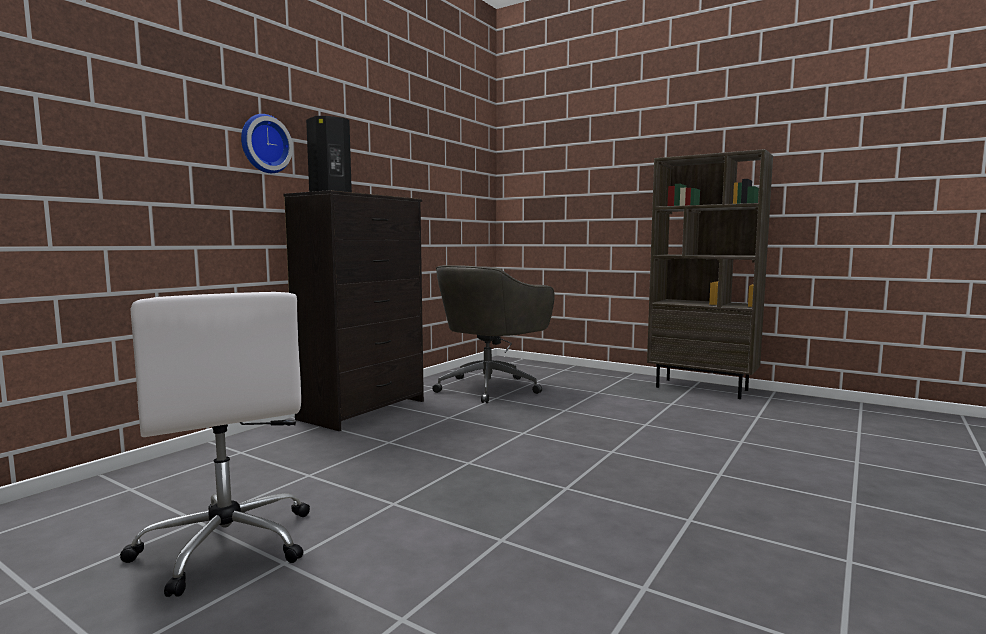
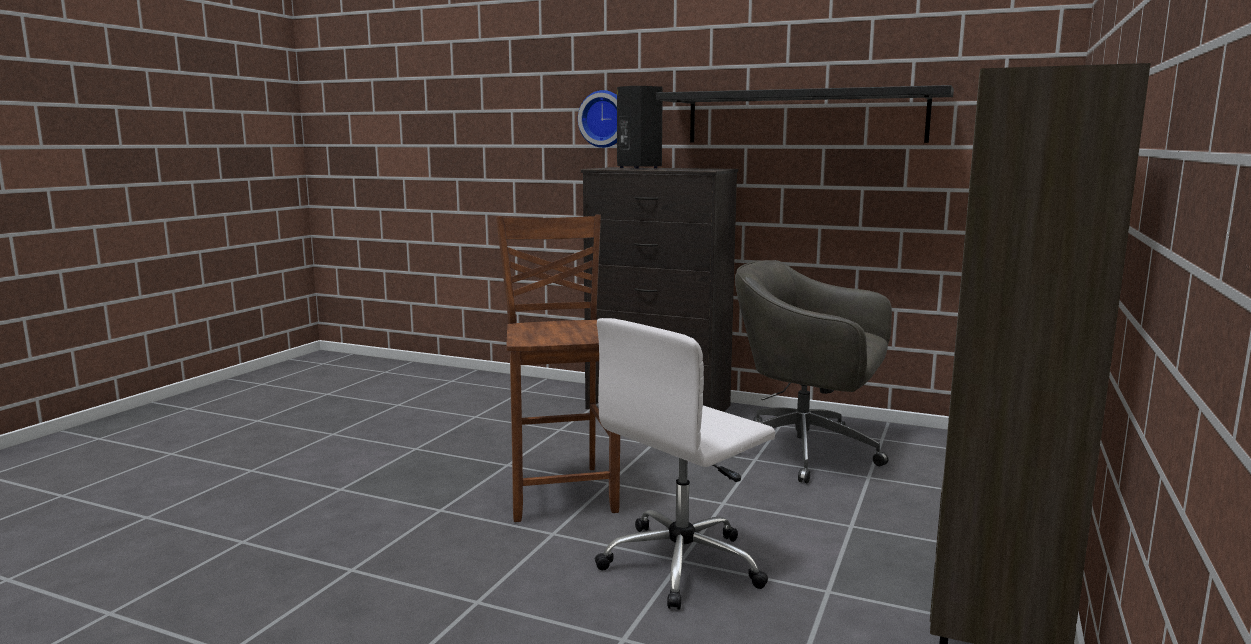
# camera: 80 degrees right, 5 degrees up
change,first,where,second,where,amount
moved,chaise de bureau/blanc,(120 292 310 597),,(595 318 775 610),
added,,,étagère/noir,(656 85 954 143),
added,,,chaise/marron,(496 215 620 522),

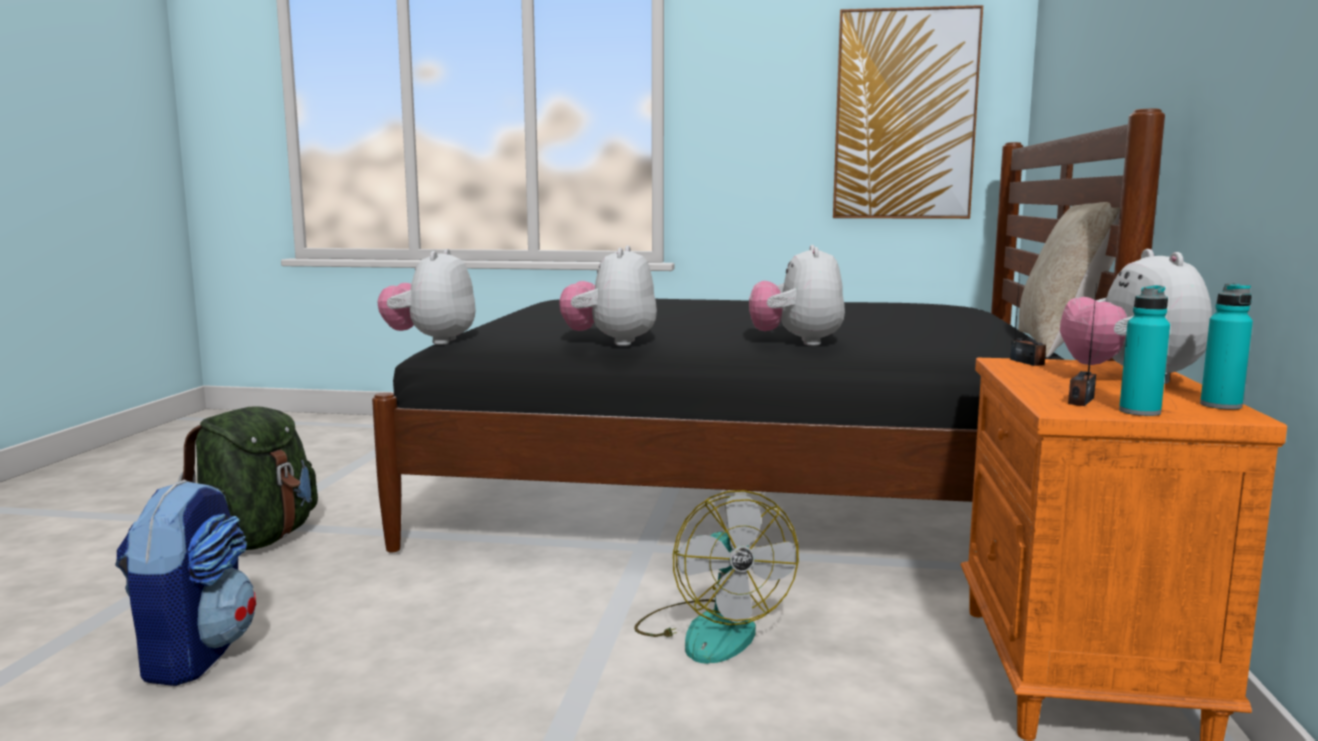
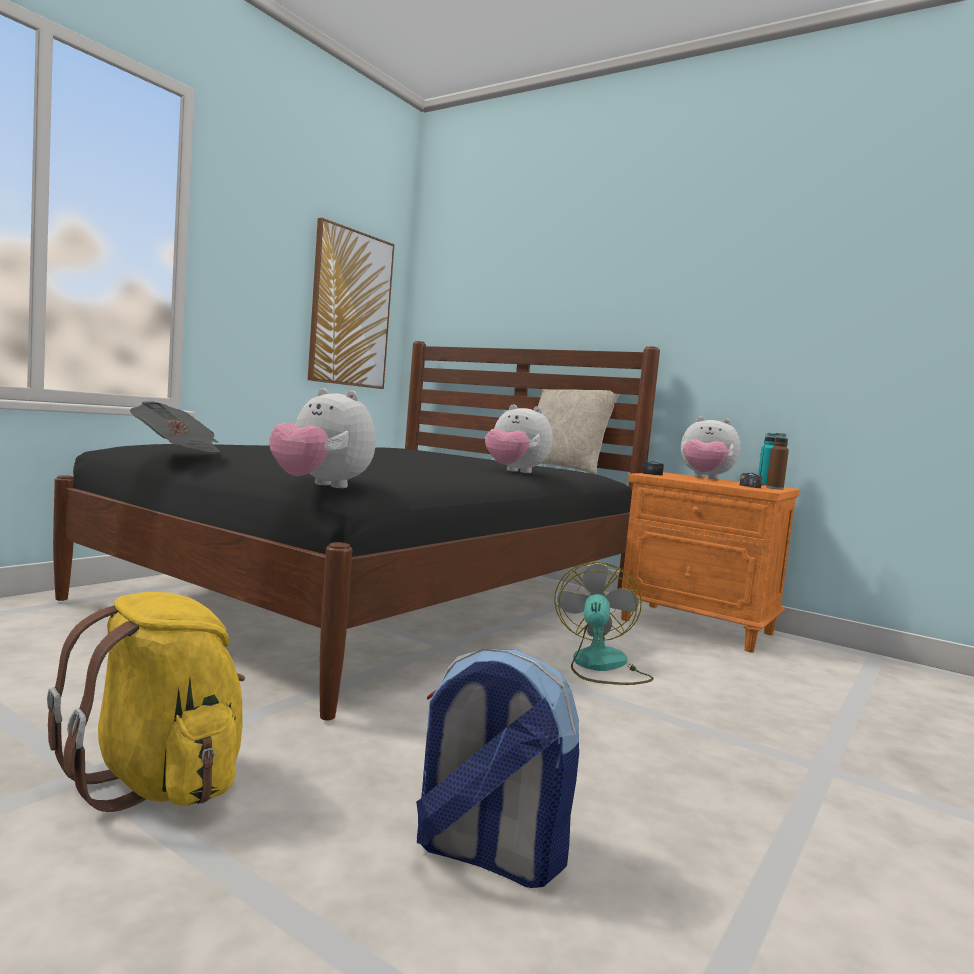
# camera: 65 degrees left, 5 degrees down
change,first,where,second,where,amount
removed,peluche,(559 246 657 346),,,
recoloured,bouteille/turquoise,(1119 285 1170 416),bouteille/marron,(766 433 789 490),
recoloured,sac à dos/vert,(178 406 318 550),sac à dos/jaune,(47 592 245 812),
turned,ventilateur,(634 490 799 664),,(554 562 654 685),90 degrees counterclockwise
added,,,journal,(130 401 220 452),

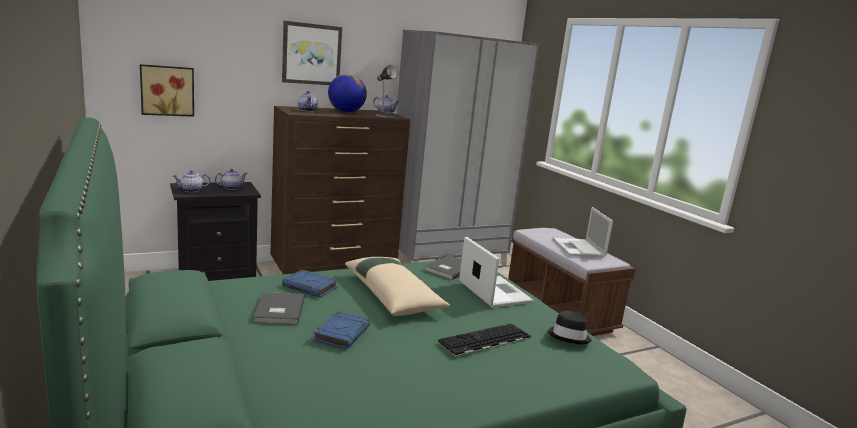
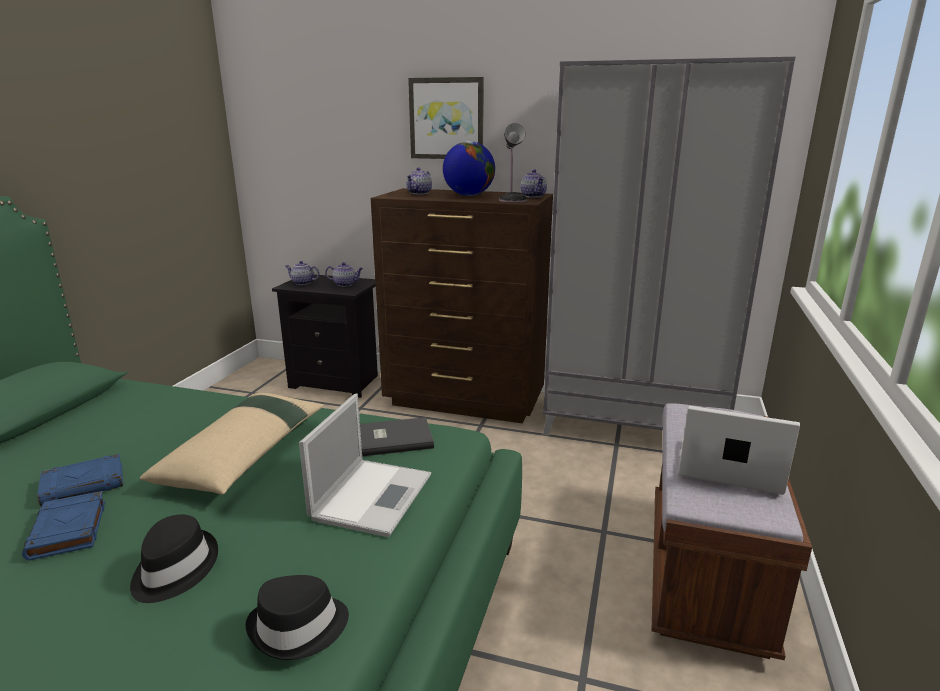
# camera: 45 degrees right, 5 degrees up
change,first,where,second,where,amount
removed,tableau,(140 64 194 117),,,
turned,ordinateur portable,(553 207 613 257),,(678 406 800 495),75 degrees clockwise
moved,livre/bleu,(282 270 338 297),,(22 491 105 561),
removed,livre/gris,(253 292 305 325),,,
replaced,clavier,(438 323 531 356),chapeau/noir,(130 515 218 603),

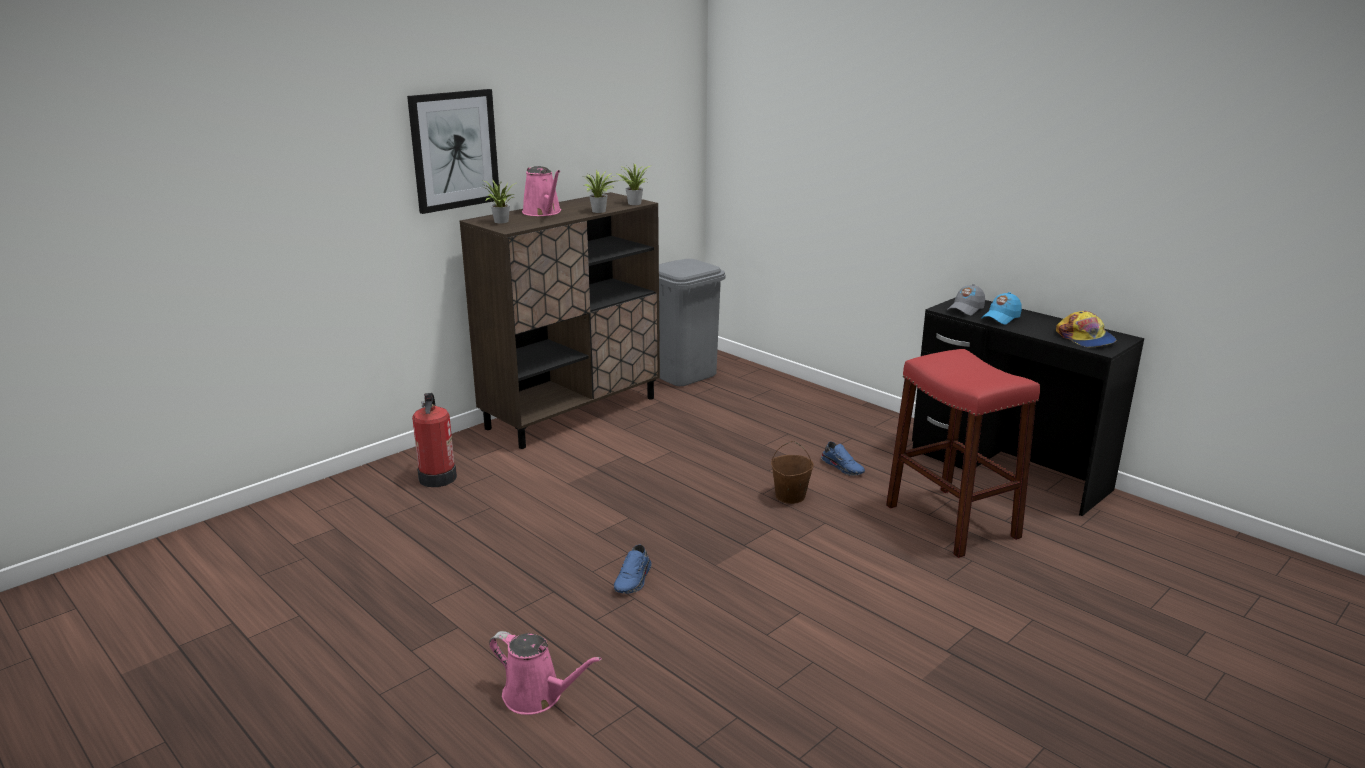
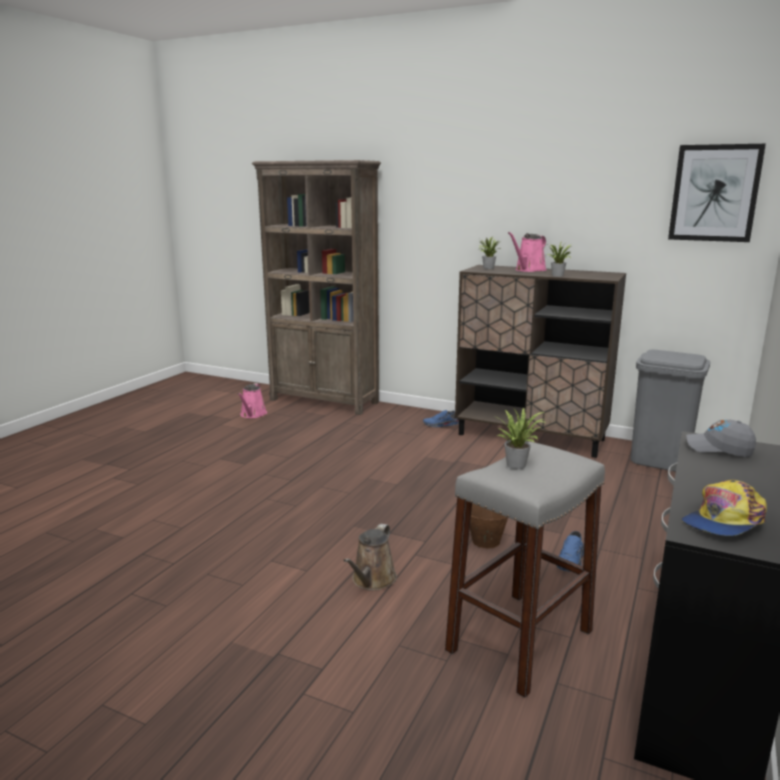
# camera: 70 degrees right, 5 degrees down
change,first,where,second,where,amount
moved,tableau,(407 89 499 214),,(668 144 766 242),
moved,plante en pot,(617 164 650 205),,(496 408 544 469),
removed,casquette/bleu,(981 292 1022 325),,,
recoloured,tabouret/rouge,(886 349 1040 558),tabouret/gris,(445 441 605 698),
removed,extincteur,(412 393 457 487),,,
moved,chaussure/bleu,(614 544 652 594),,(423 410 459 427),
moved,arrosoir/rose,(489 631 602 715),,(237 383 267 418),
added,,,bibliothèque/marron,(252 160 381 415),
added,,,arrosoir/marron,(343 524 397 591),

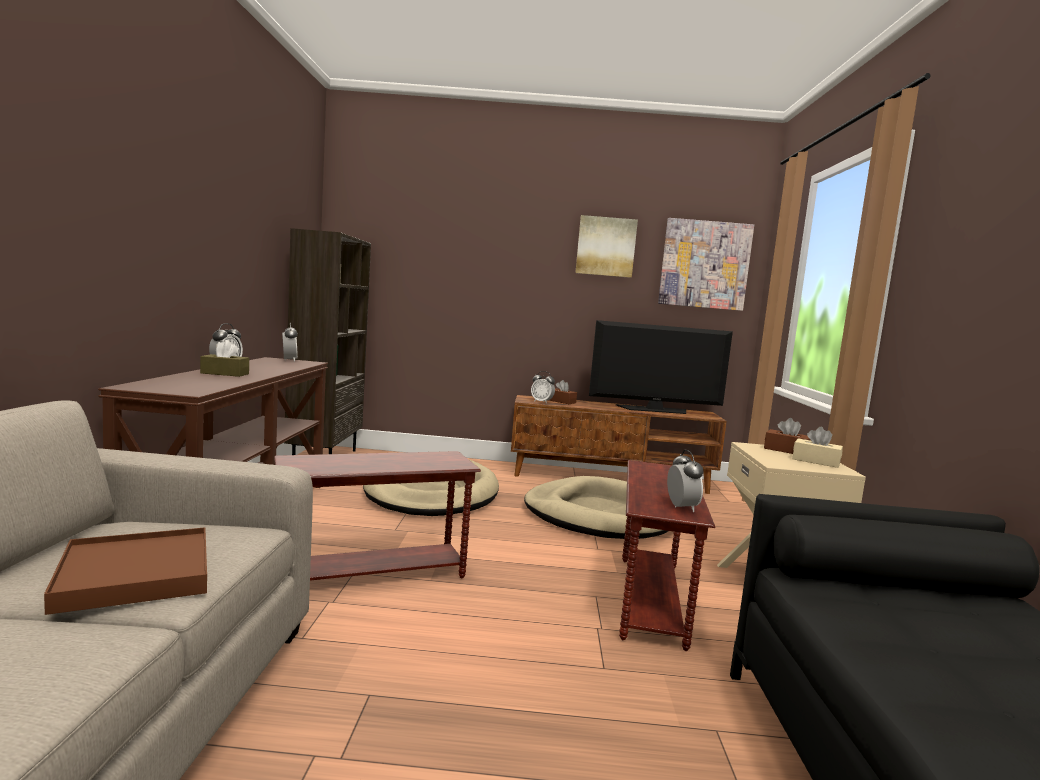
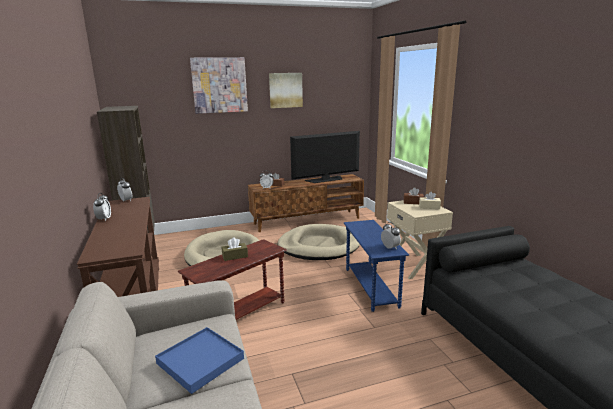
# camera: 20 degrees left, 10 degrees up
change,first,where,second,where,amount
moved,tableau,(658 218 754 311),,(190 57 248 114),
moved,boîte à mouchoirs/marron,(200 340 249 377),,(222 237 248 261),
recoloured,table d'appoint/marron,(619 460 715 651),table d'appoint/bleu,(344 220 409 312),
recoloured,plateau/marron,(44 527 207 615),plateau/bleu,(155 327 244 394),

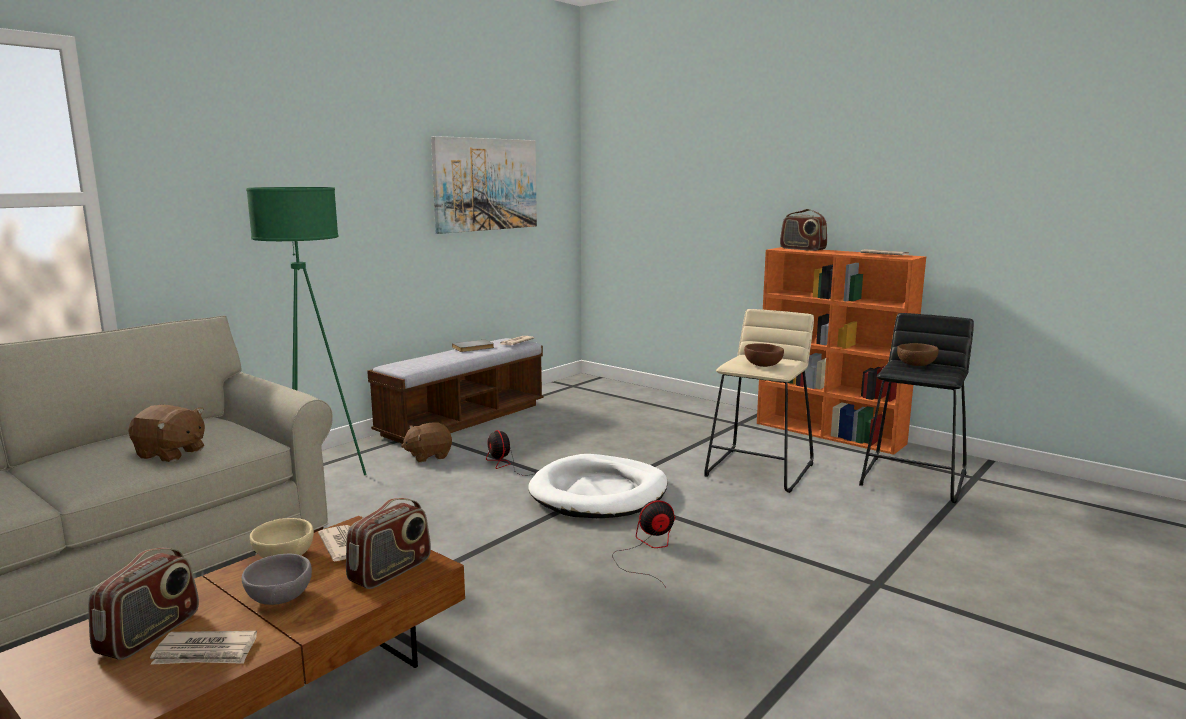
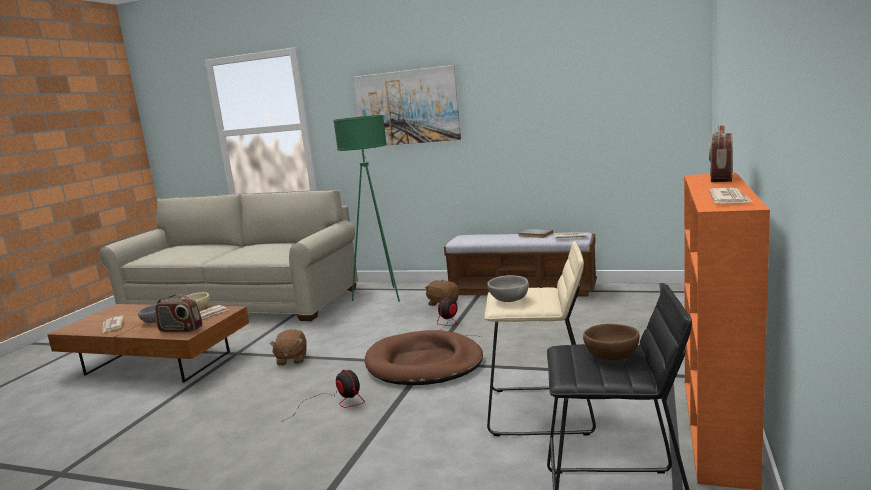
# camera: 70 degrees right, 0 degrees up
change,first,where,second,where,amount
moved,tableau,(431 136 537 234),,(353 65 461 145),
recoloured,bol/marron,(744 343 784 367),bol/gris,(487 275 529 302),
moved,peluche/marron,(128 405 205 462),,(270 329 306 366),
recoloured,panier pour chien/blanc,(528 454 668 518),panier pour chien/marron,(365 330 483 385),
removed,radio,(88 548 199 660),,,

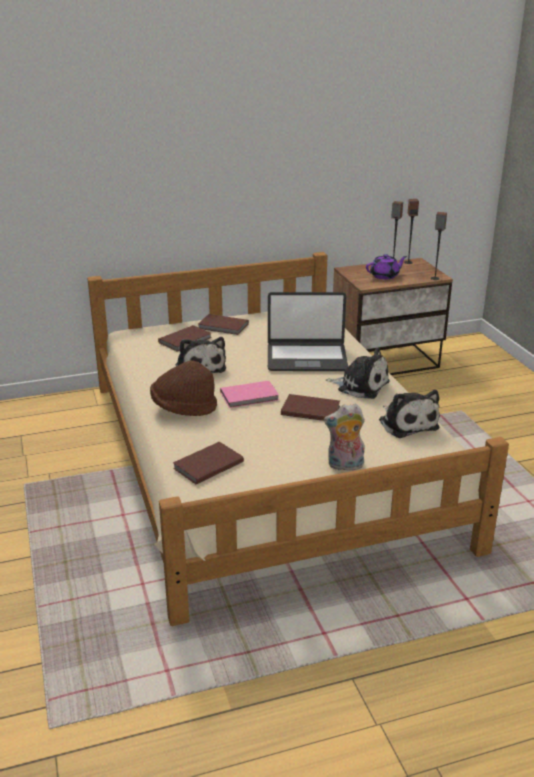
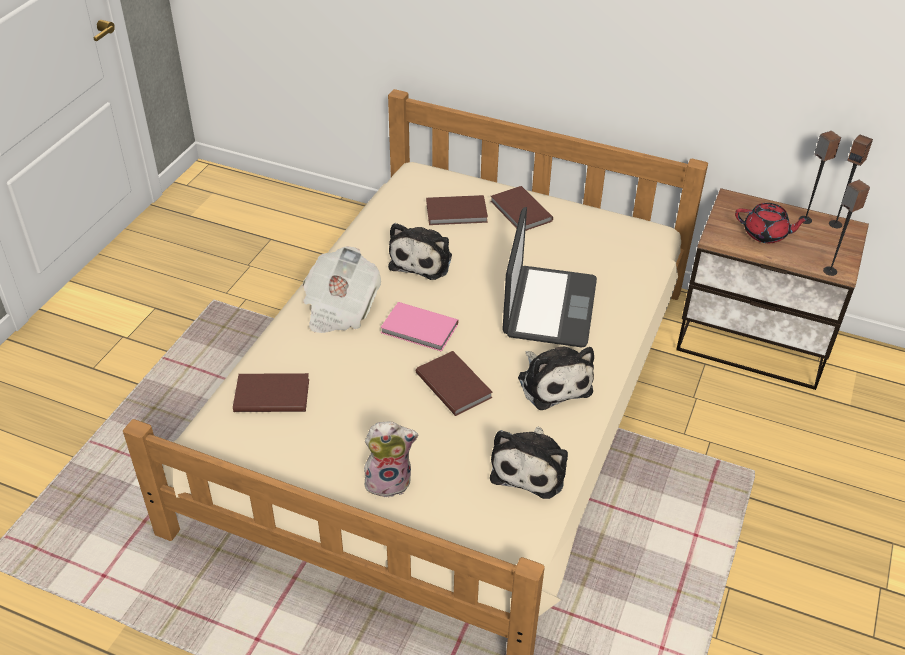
# camera: 40 degrees right, 15 degrees up
change,first,where,second,where,amount
recoloured,théière/violet,(366 254 407 279),théière/rouge,(735 203 810 243),
turned,ordinateur portable,(268 292 348 371),,(502 207 597 348),120 degrees counterclockwise
replaced,chapeau/marron,(150 360 217 416),journal,(303 246 381 333),
turned,peluche,(324 403 365 470),,(364 422 418 498),135 degrees clockwise

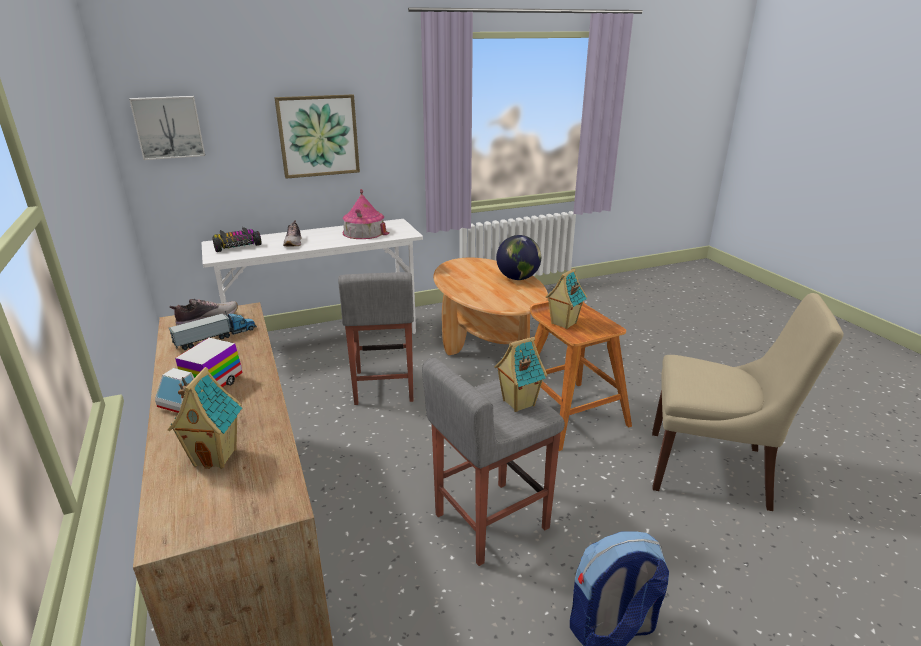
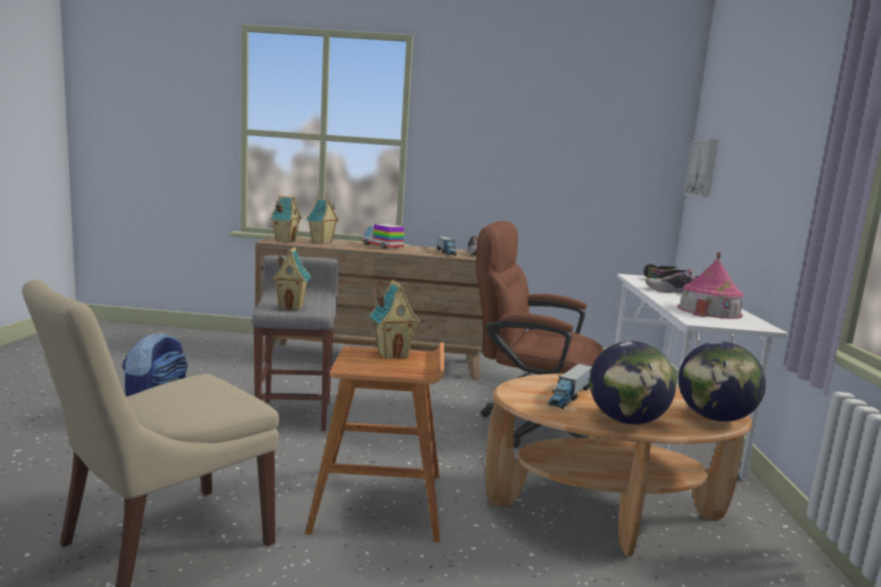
# camera: 115 degrees right, 15 degrees down
change,first,where,second,where,amount
removed,tableau,(274 94 360 179),,,
replaced,tabouret/gris,(338 272 414 405),chaise de bureau/marron,(476 221 604 448),
added,,,maison miniature,(270 195 302 242),
added,,,globe,(678 341 766 422),
added,,,camion jouet,(548 363 592 409),

